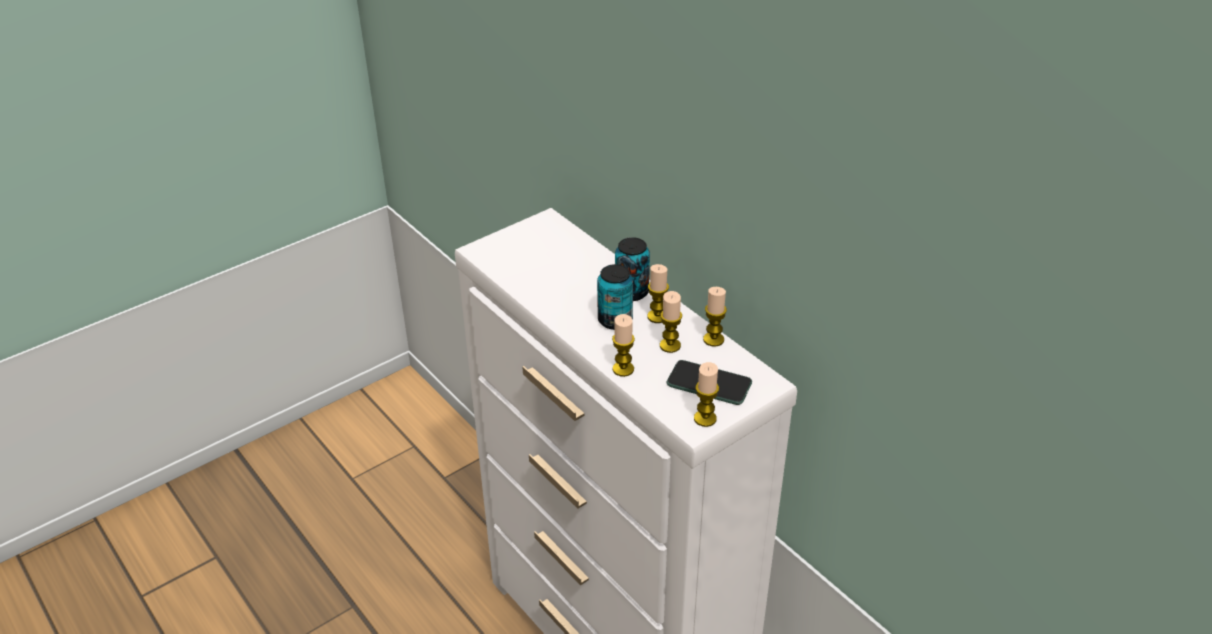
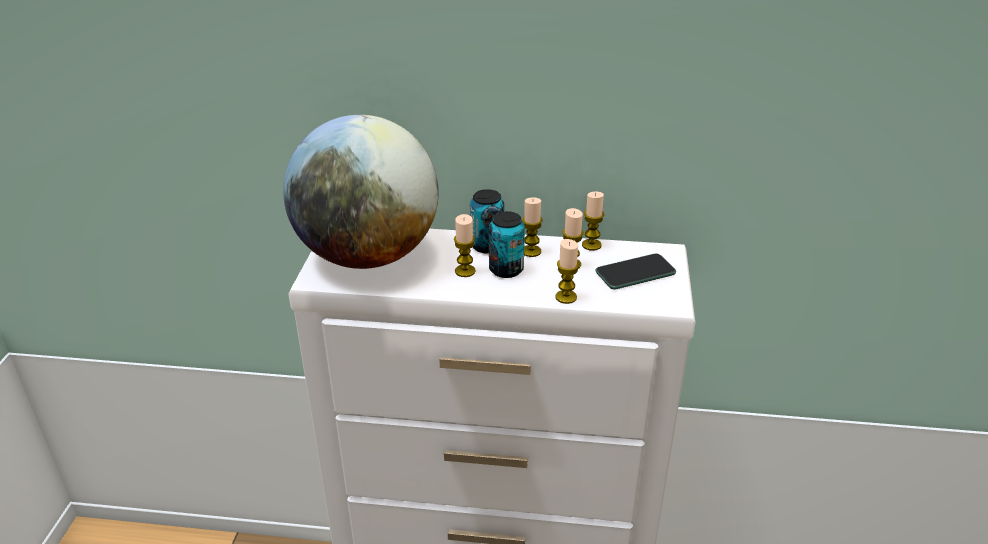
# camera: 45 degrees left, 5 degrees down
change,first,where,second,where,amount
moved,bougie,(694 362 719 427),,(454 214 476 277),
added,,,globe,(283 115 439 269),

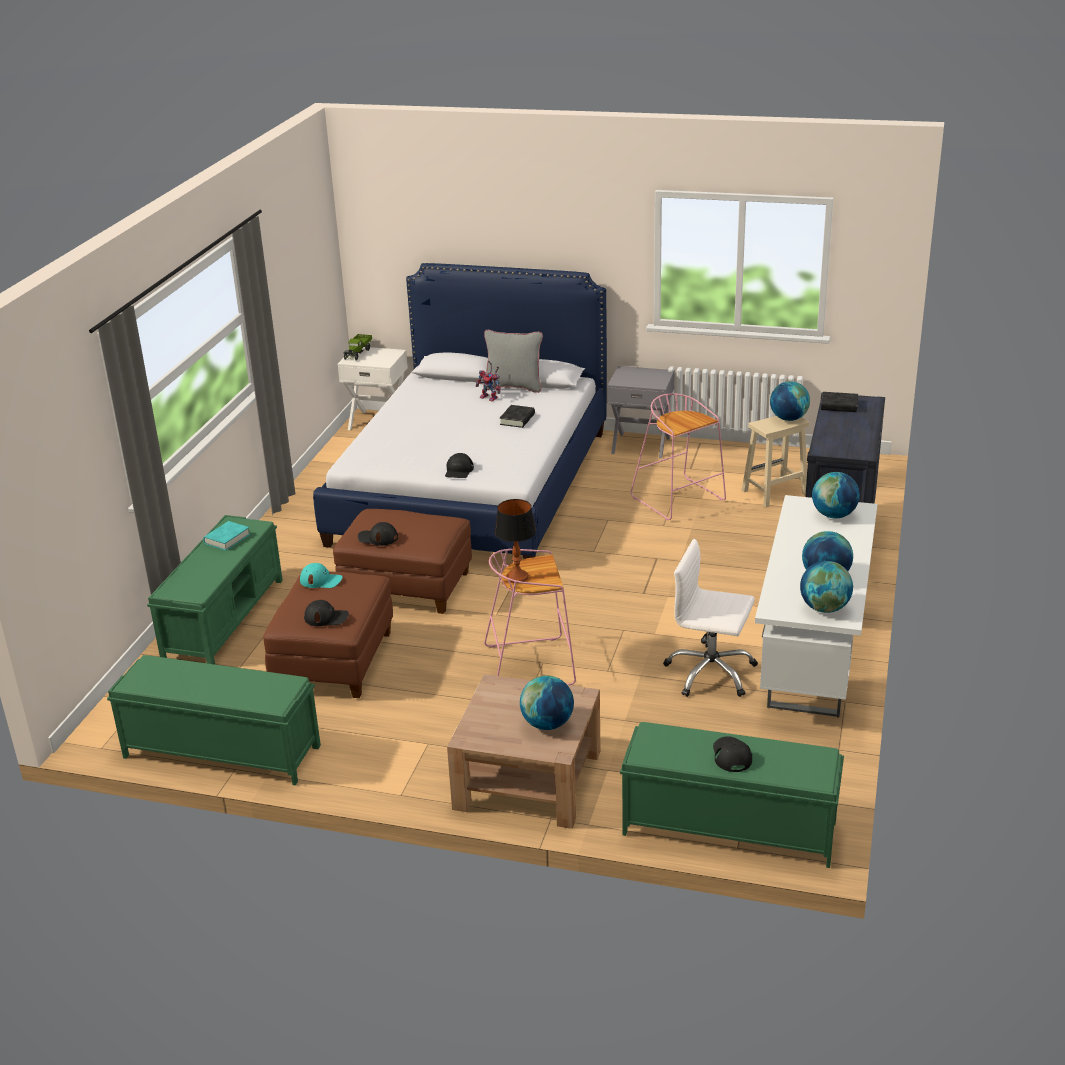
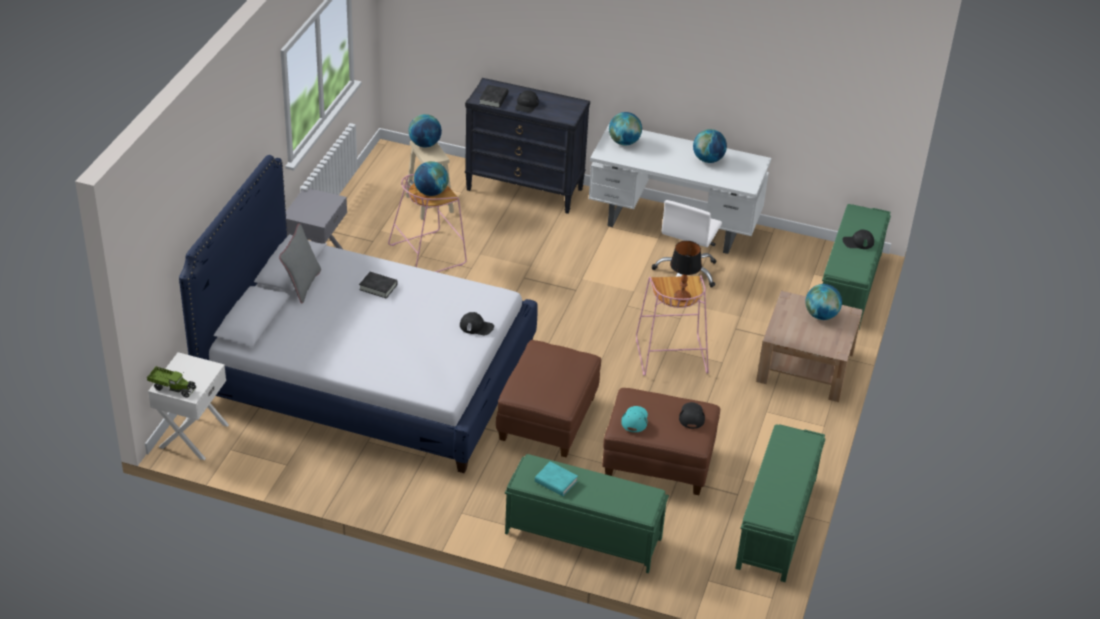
# camera: 90 degrees left, 10 degrees up
change,first,where,second,where,amount
removed,robot jouet,(476 361 501 401),,,
moved,casquette/noir,(358 522 398 546),,(515 90 539 113),
moved,globe,(800 561 853 613),,(414 161 449 196),

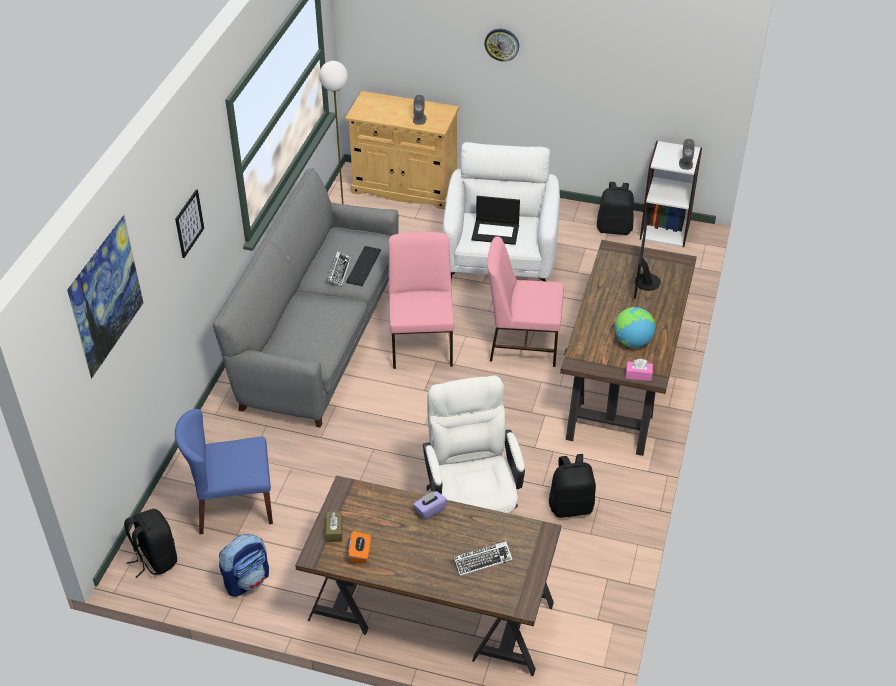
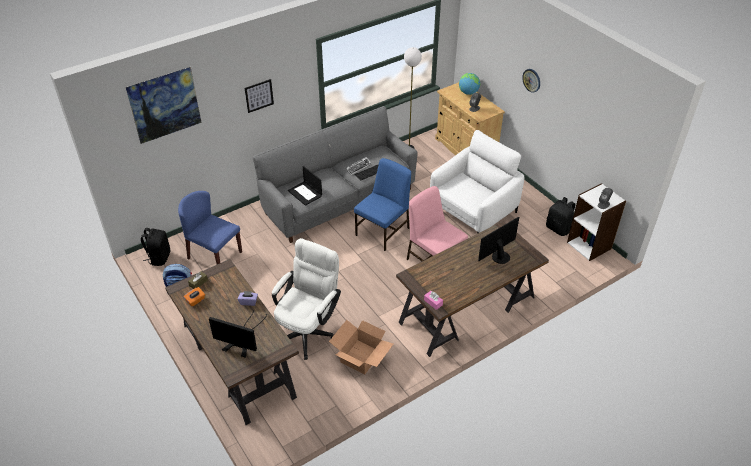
# camera: 40 degrees right, 0 degrees up
change,first,where,second,where,amount
moved,ordinateur portable,(471 196 520 245),,(288 166 322 206),
recoloured,chaise/rose,(389 232 454 369),chaise/bleu,(354 158 411 251),
moved,globe,(615 307 655 348),,(459 73 480 95),
replaced,sac à dos/noir,(549 454 596 518),carton,(329 320 393 374),
replaced,clavier,(453 541 513 576),écran d'ordinateur,(209 310 267 358),

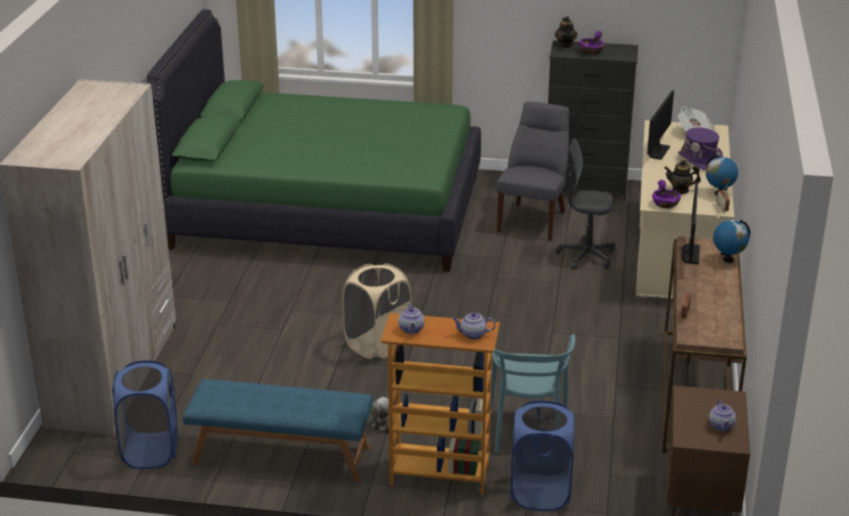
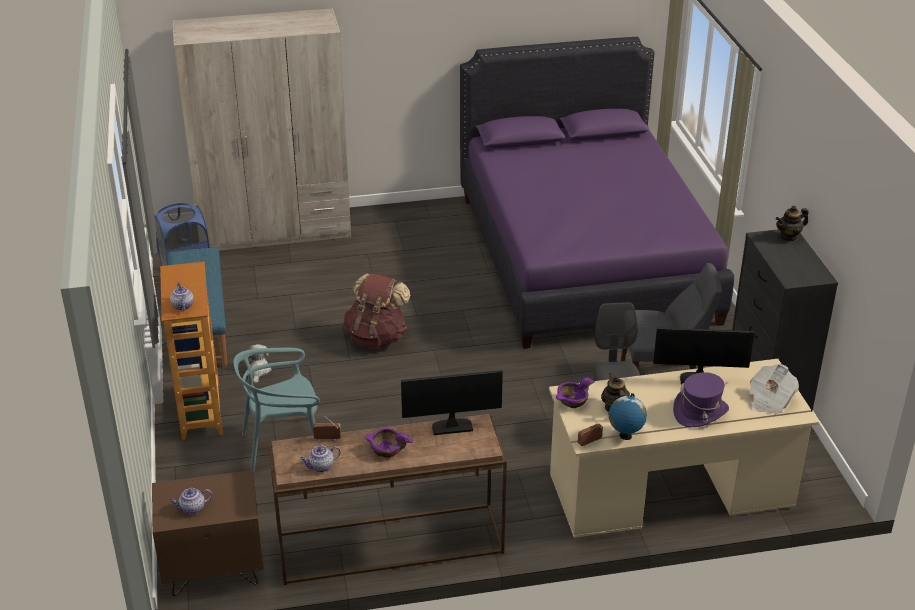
# camera: 70 degrees right, 5 degrees up
change,first,where,second,where,amount
recoloured,lit/vert,(146 9 481 272),lit/violet,(460 37 734 349),
moved,bol/violet,(579 31 605 55),,(365 428 413 458),
removed,globe,(713 220 750 263),,,
replaced,panier à linge/beige,(342 263 412 359),sac à dos/marron,(344 273 410 348),
moved,théière,(398 303 425 334),,(300 445 341 472),
removed,panier à linge/bleu,(511 400 575 511),,,

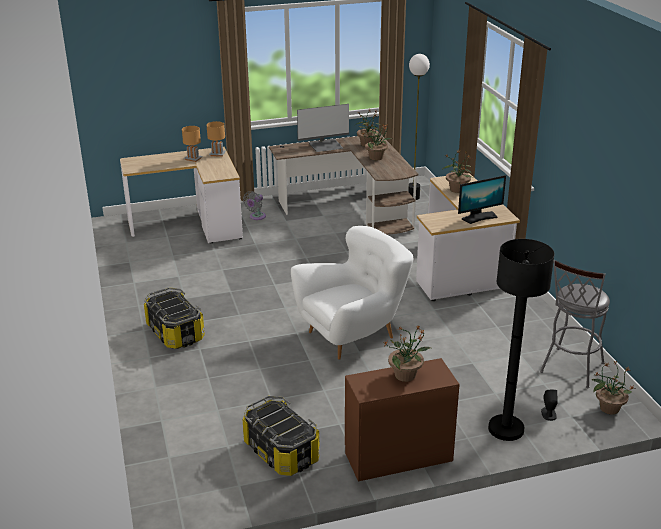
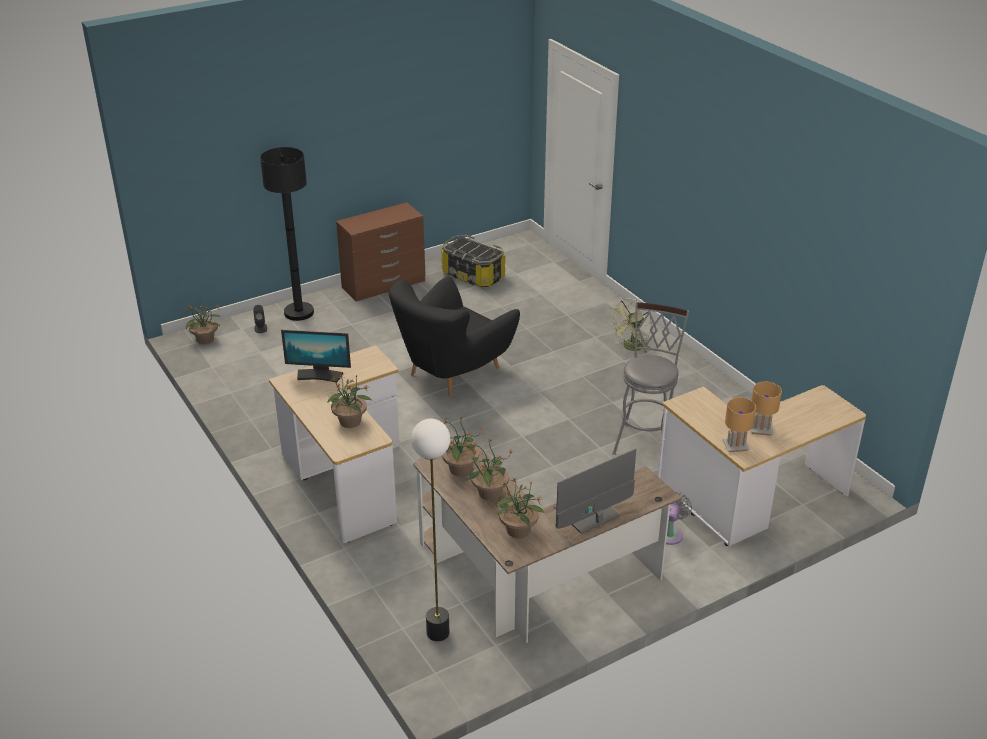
# camera: 165 degrees right, 5 degrees up
change,first,where,second,where,amount
turned,écran d'ordinateur,(458 175 506 224),,(281 330 351 382),135 degrees counterclockwise
recoloured,fauteuil/blanc,(291 226 413 360),fauteuil/noir,(389 277 520 397),
moved,tabouret/gris,(540 260 610 388),,(612 302 689 455),
replaced,boîte de rangement,(144 287 205 349),ventilateur/vert,(609 299 652 353),
moved,plante en pot,(383 326 431 382),,(442 415 484 477),

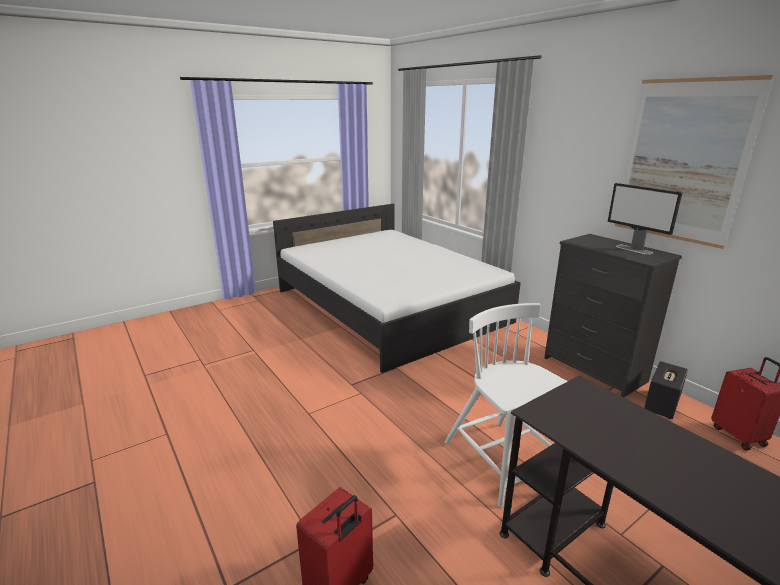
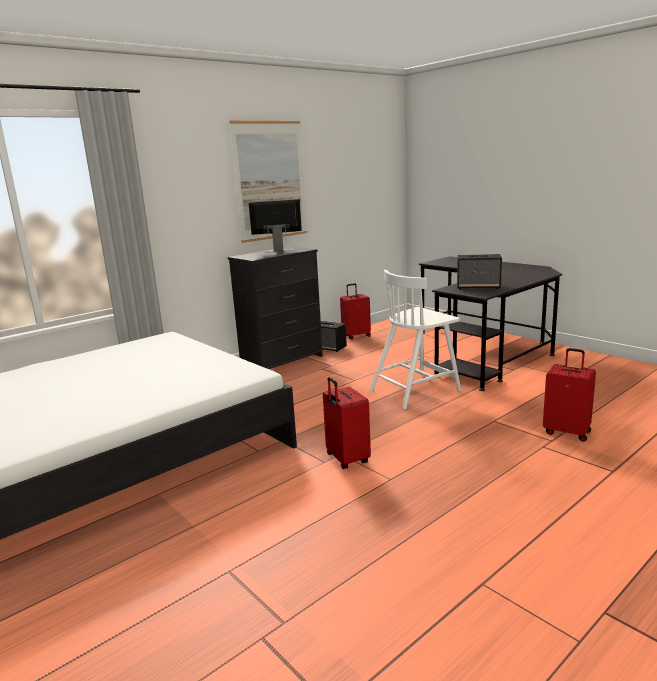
# camera: 95 degrees left, 5 degrees down
change,first,where,second,where,amount
turned,écran d'ordinateur,(608 183 682 255),,(249 199 302 253),150 degrees counterclockwise
added,,,enceinte,(457 254 502 289),
added,,,valise/rouge,(323 377 371 469),

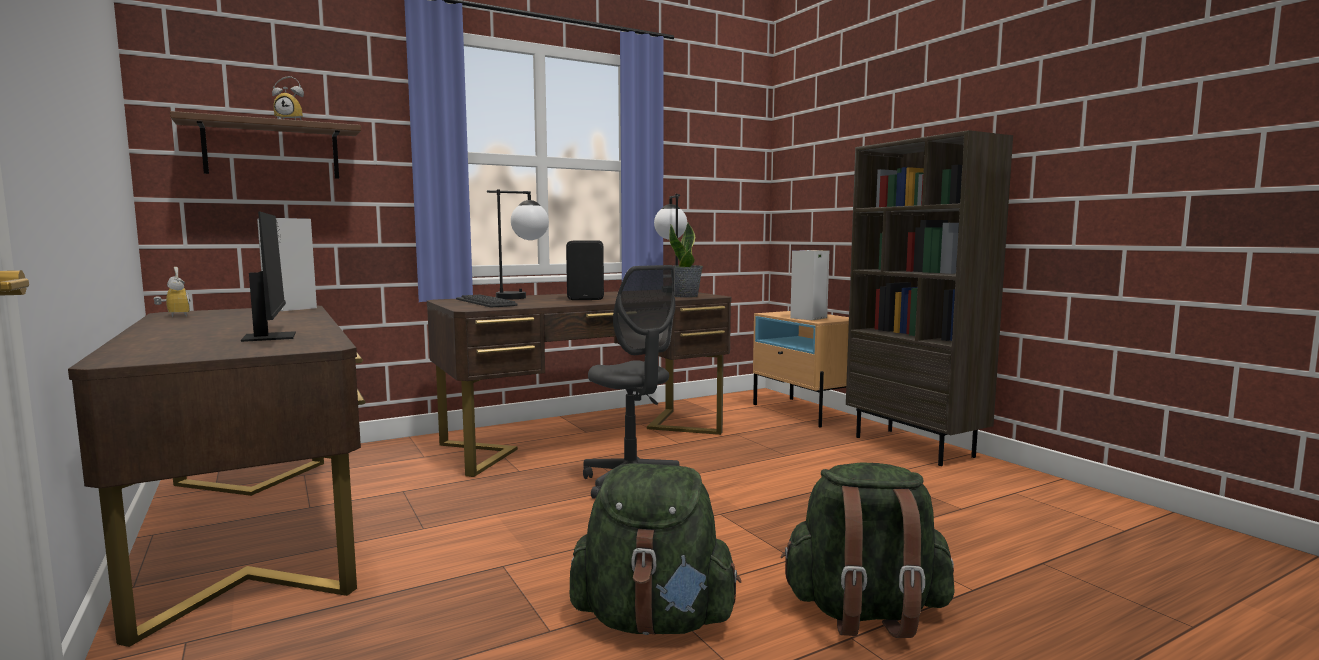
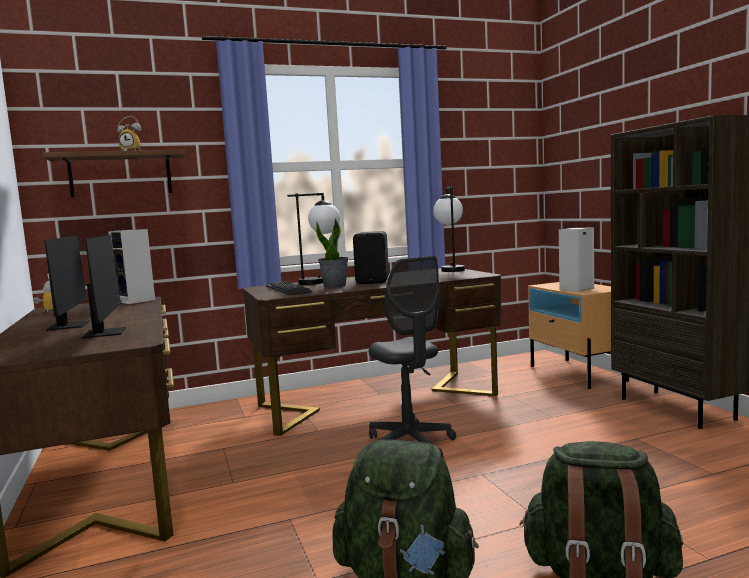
# camera: 10 degrees right, 0 degrees up
change,first,where,second,where,amount
moved,plante en pot,(669 222 703 298),,(316 218 348 288),
added,,,écran d'ordinateur,(44 236 89 331),

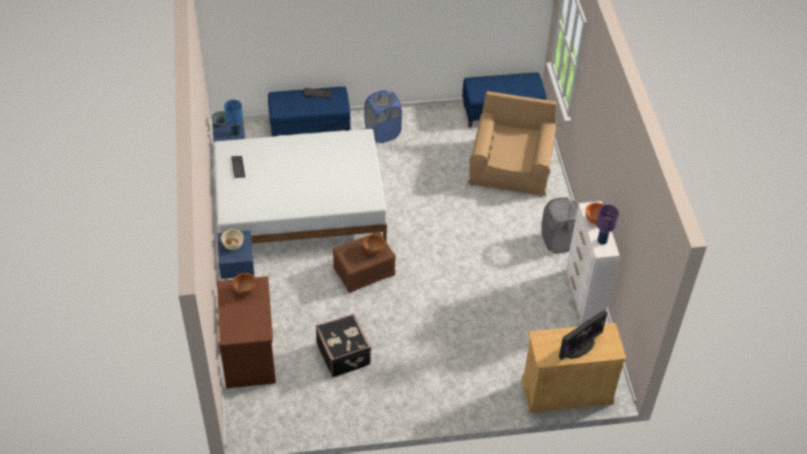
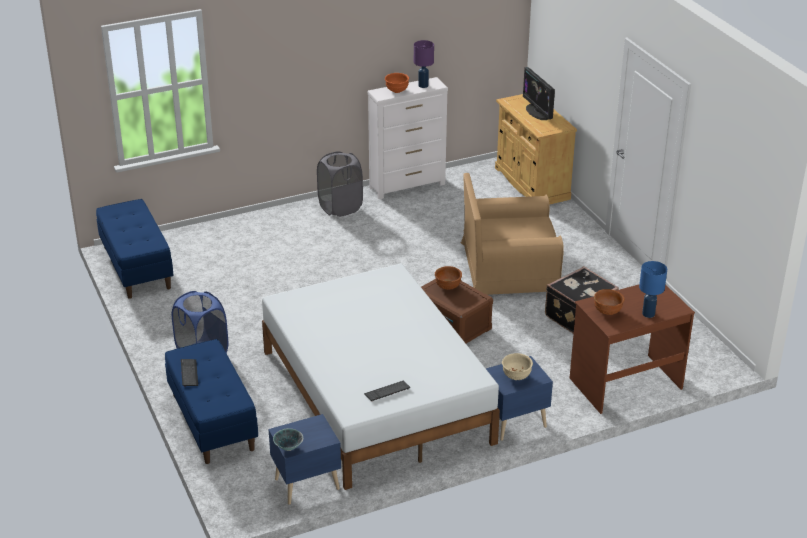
# camera: 105 degrees left, 15 degrees down
change,first,where,second,where,amount
moved,fauteuil/marron,(468 91 557 197),,(461 173 564 295),
moved,lampe de table/bleu,(224 100 243 136),,(639 261 667 318),
turned,écran d'ordinateur,(559 310 607 360),,(523 67 555 120),150 degrees counterclockwise

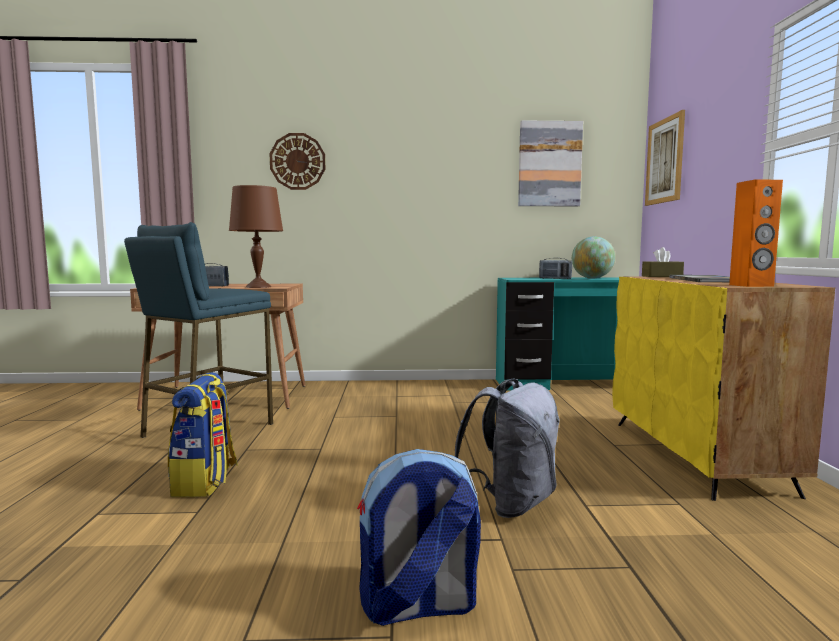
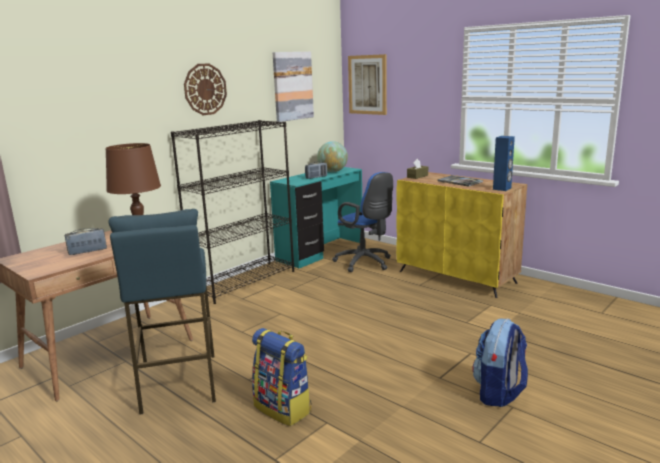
# camera: 45 degrees left, 10 degrees up
change,first,where,second,where,amount
moved,horloge murale,(270 133 325 190),,(184 63 227 115),
recoloured,enceinte/orange,(729 179 783 287),enceinte/bleu,(493 136 515 191),
removed,sac à dos/gris,(455 378 560 518),,,
added,,,bibliothèque/noir,(171 120 294 304),
added,,,chaise de bureau/bleu,(332 172 393 272),

